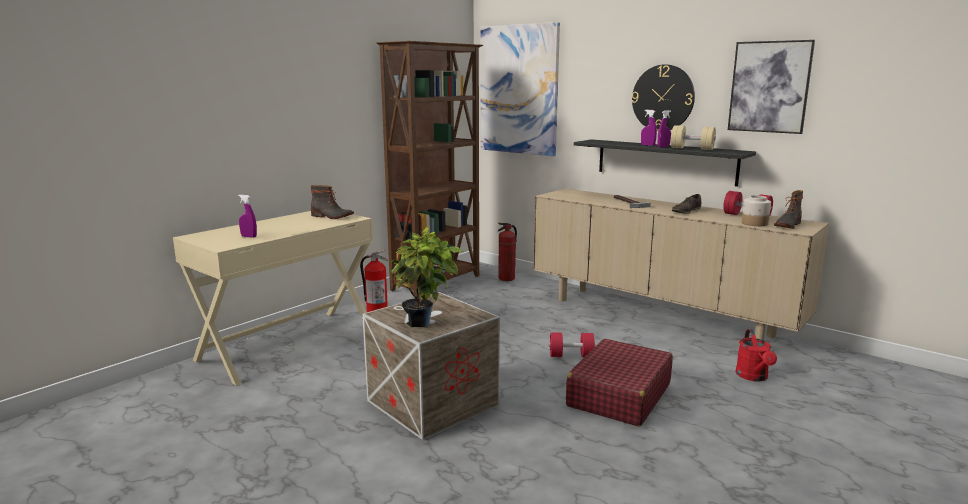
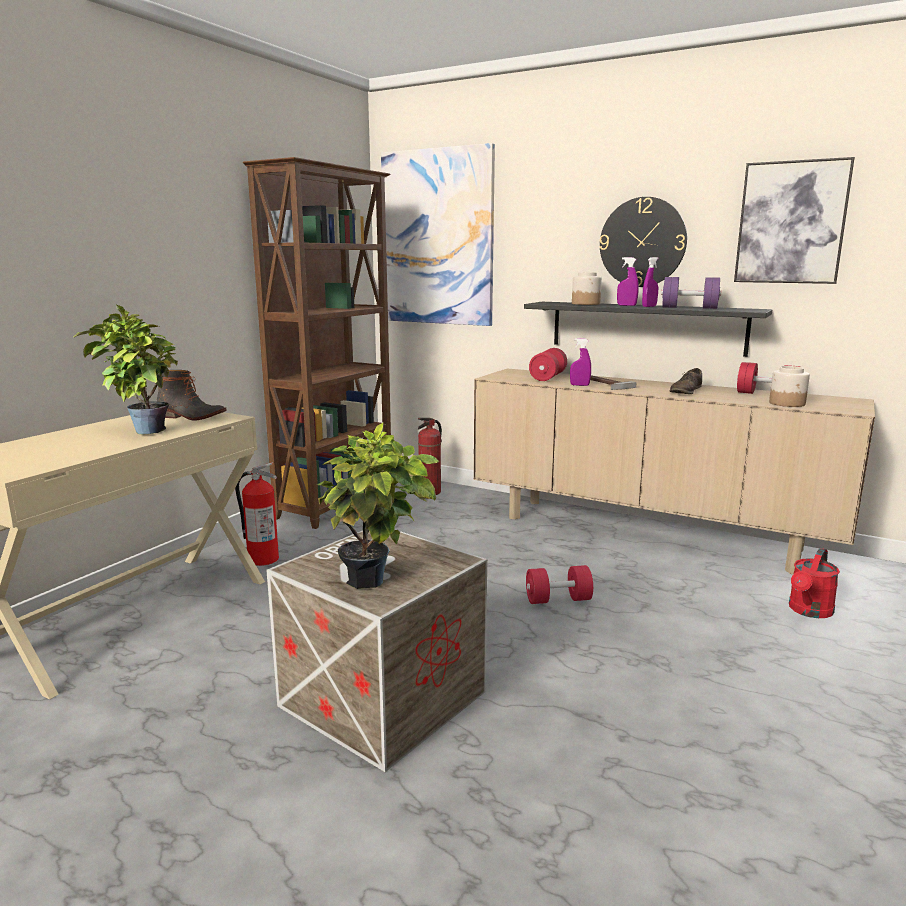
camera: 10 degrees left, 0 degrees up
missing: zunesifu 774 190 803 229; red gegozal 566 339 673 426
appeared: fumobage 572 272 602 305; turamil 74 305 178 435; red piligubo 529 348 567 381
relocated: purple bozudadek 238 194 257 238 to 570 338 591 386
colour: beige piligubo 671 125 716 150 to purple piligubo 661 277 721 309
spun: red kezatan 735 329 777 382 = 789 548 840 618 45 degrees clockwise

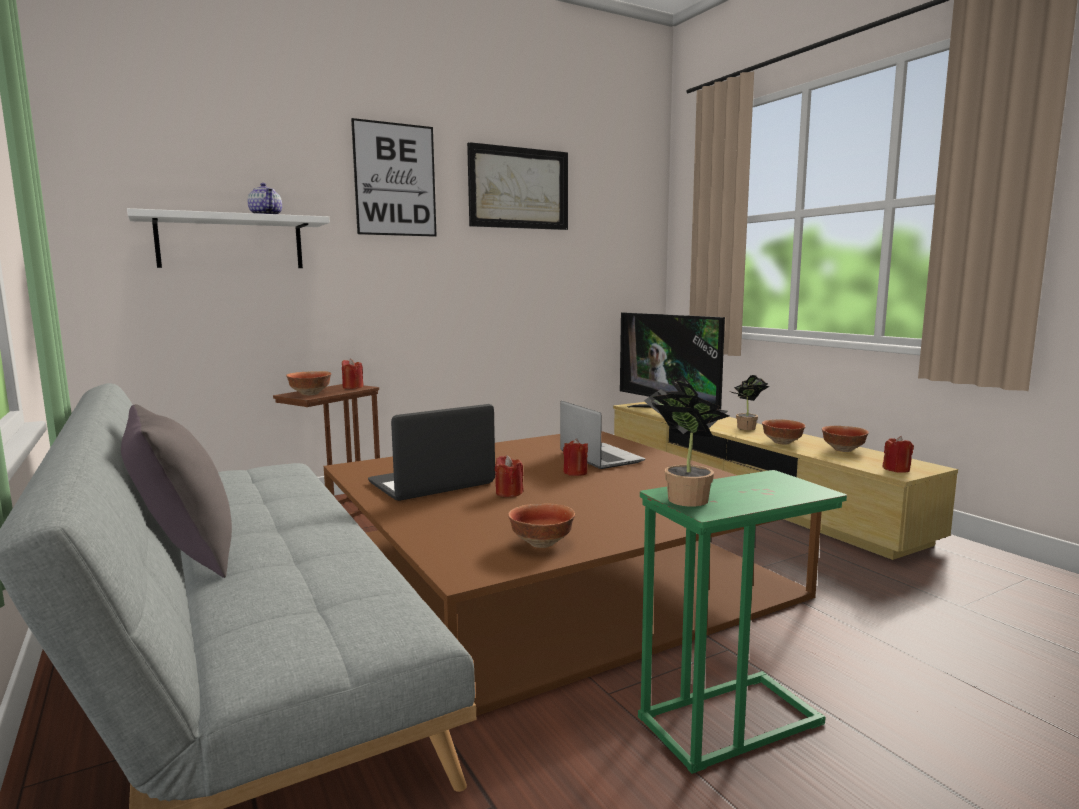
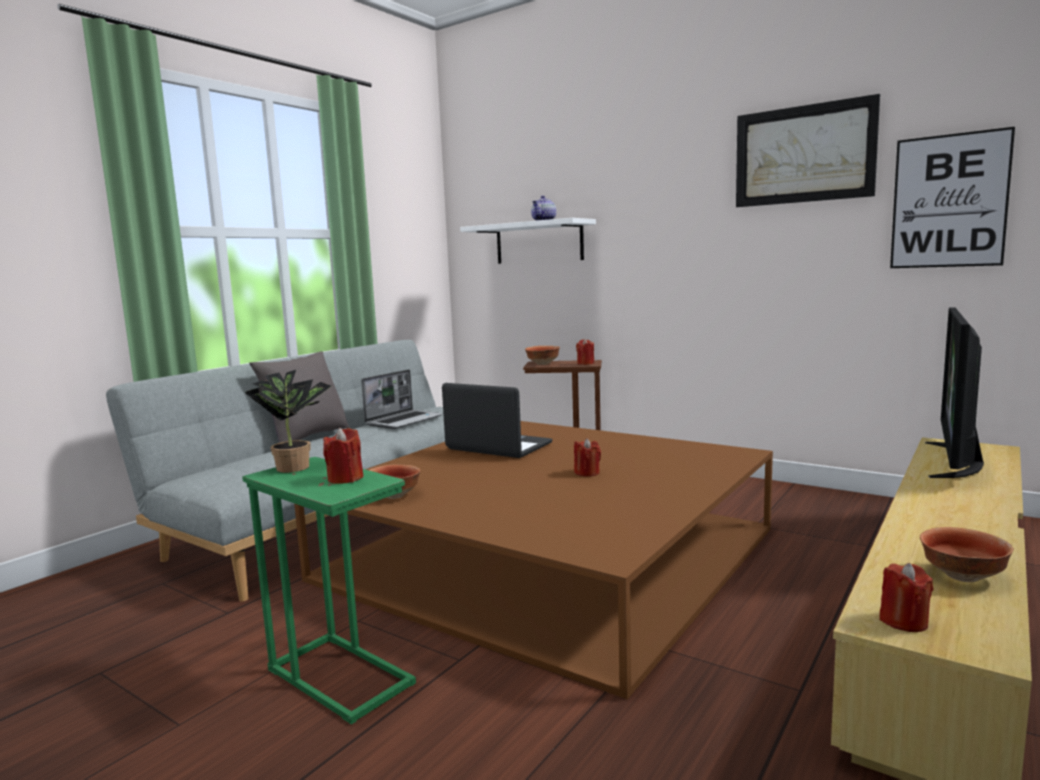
camera: 65 degrees right, 0 degrees up
missing: turamil 729 375 769 430; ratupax 762 419 806 445
relocated: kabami 351 118 436 237 to 890 127 1015 268; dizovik 560 401 645 469 to 361 369 443 429; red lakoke 495 455 523 497 to 323 428 363 484

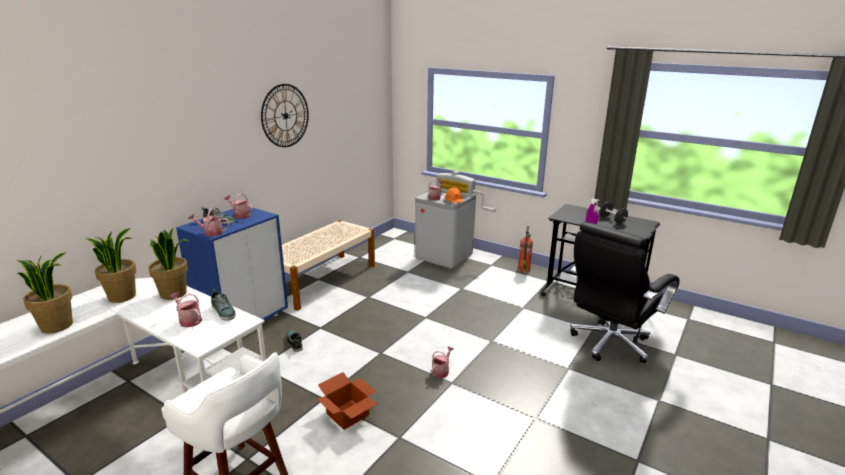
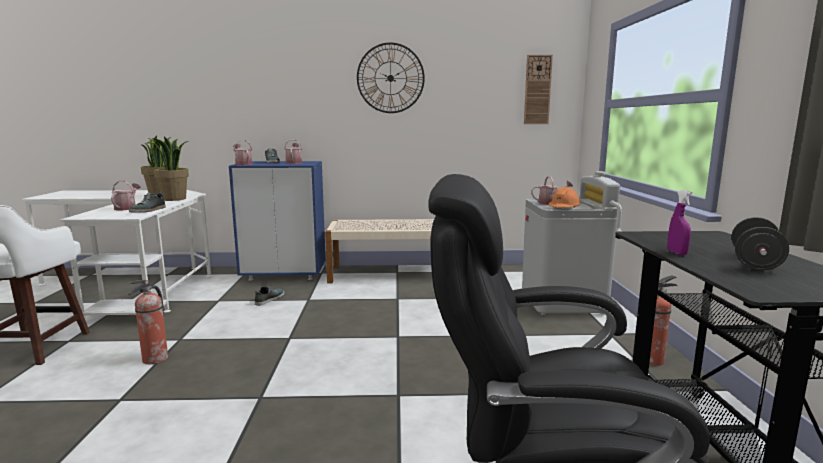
camera: 55 degrees right, 10 degrees down
missing: turamil 16 252 73 334; kezatan 431 346 454 378
appeared: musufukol 524 55 553 124
exchanged: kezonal 317 372 377 430 to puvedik 129 280 168 364

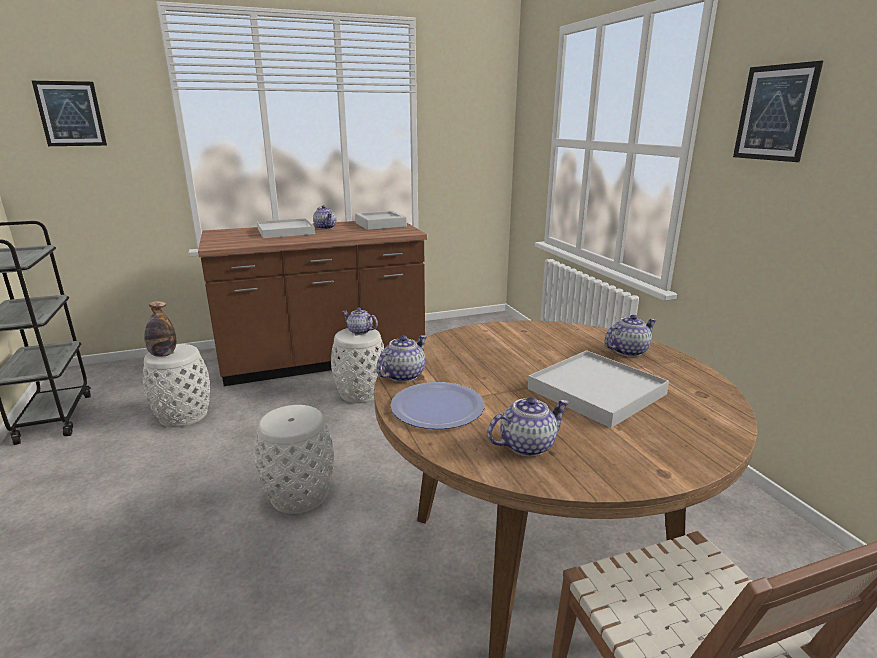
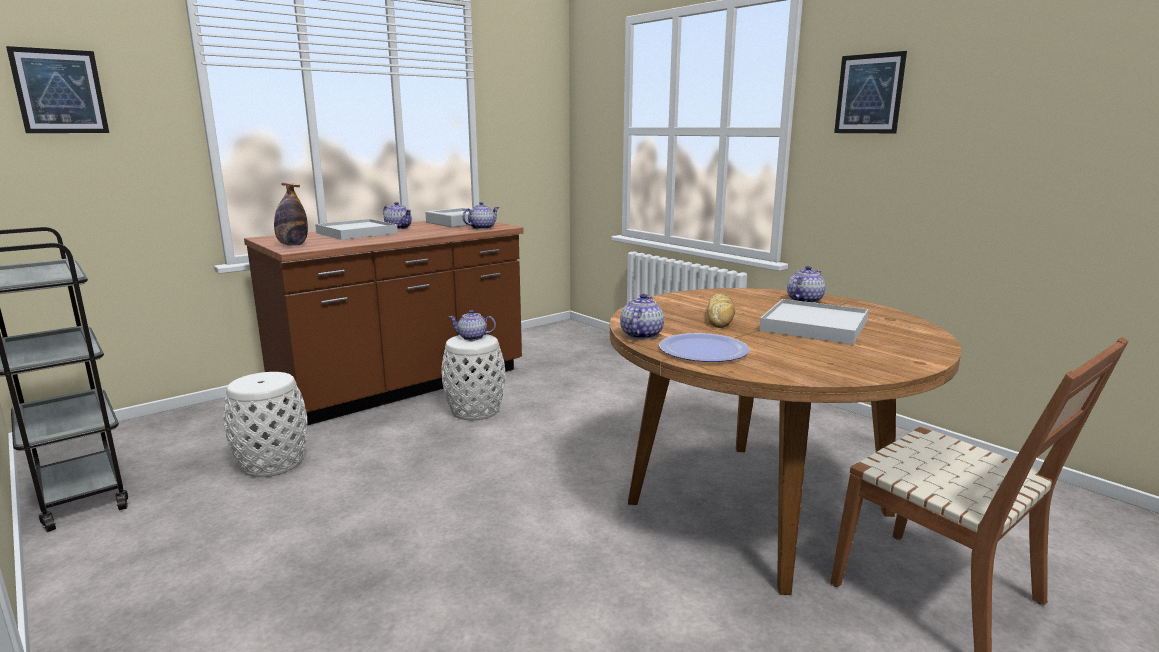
camera: 20 degrees left, 5 degrees down
missing: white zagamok 255 405 334 514
appeared: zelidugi 708 294 735 328
relocated: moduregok 144 301 176 357 to 274 183 308 246; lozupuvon 487 397 570 457 to 463 202 500 230

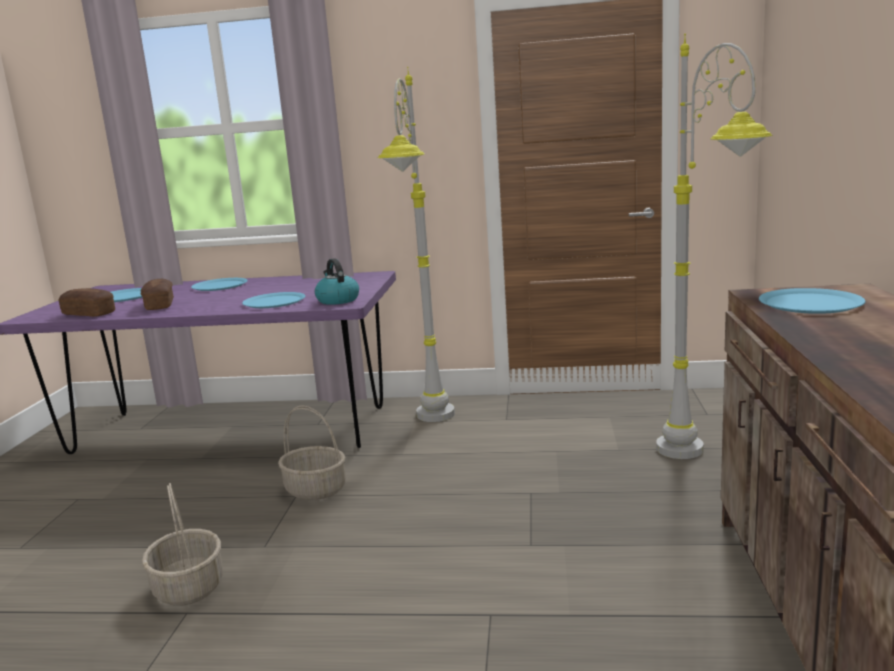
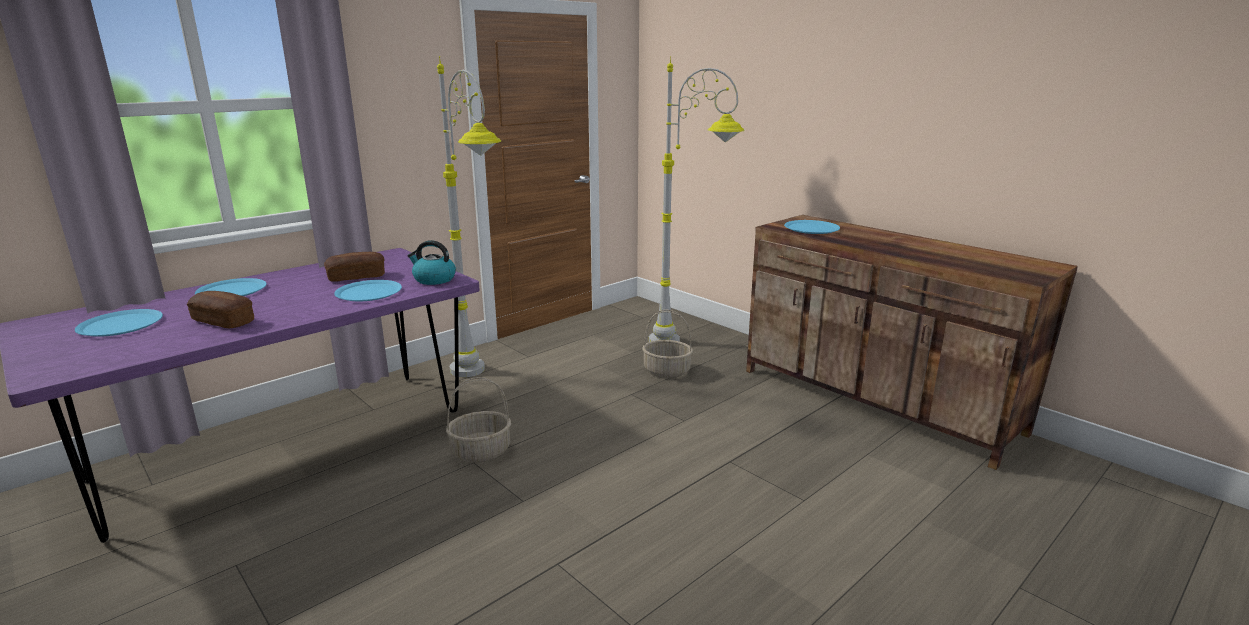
camera: 50 degrees left, 5 degrees up
relocated: zelidugi 58 288 115 317 to 324 252 385 282; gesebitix 142 483 223 606 to 642 310 693 378

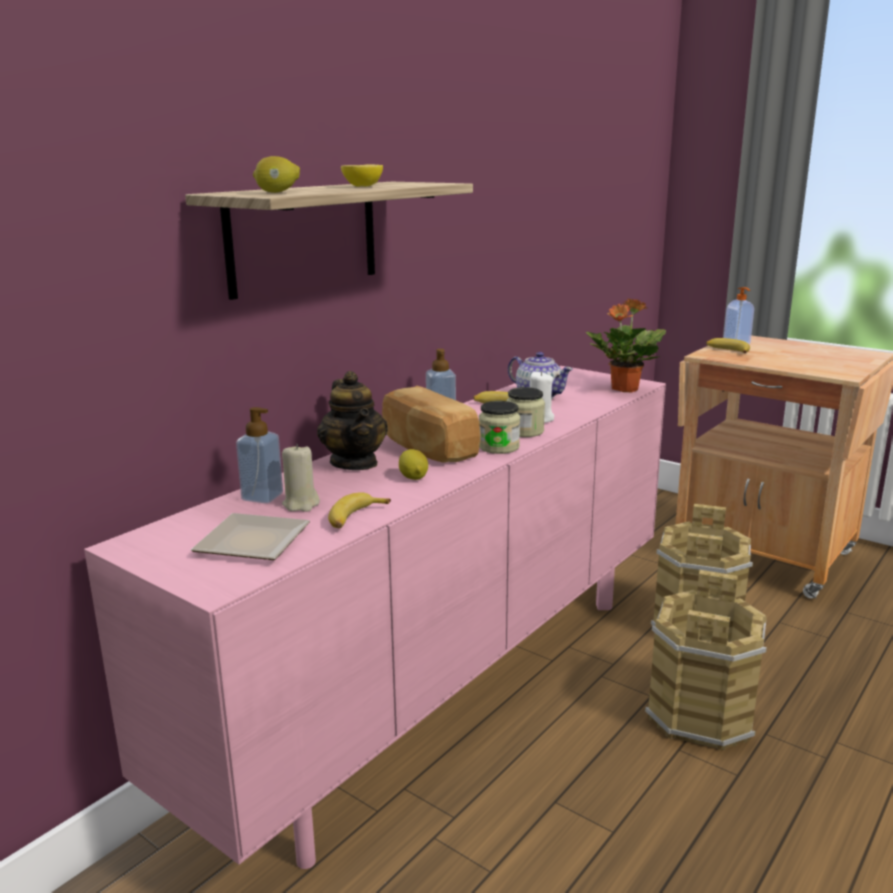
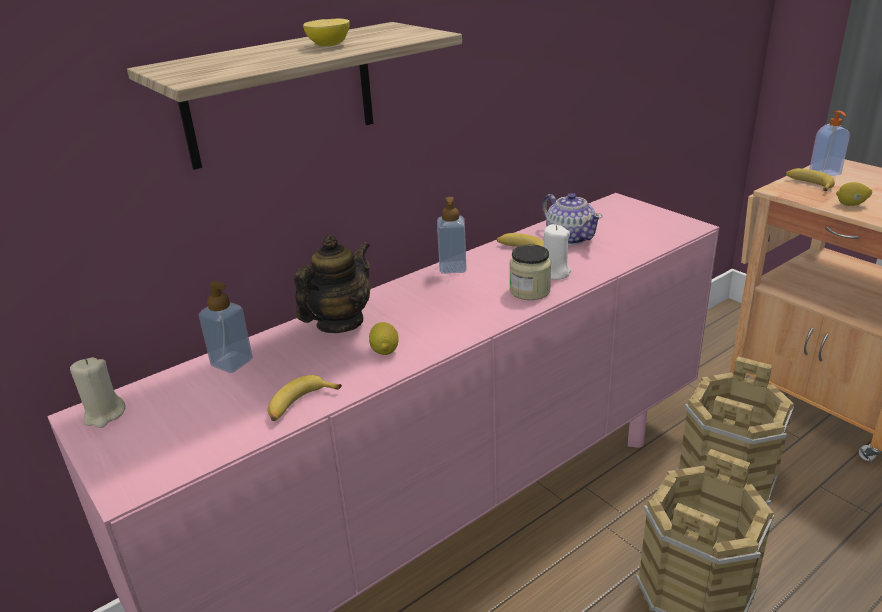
camera: 15 degrees right, 10 degrees up
missing: turamil 586 298 666 392; zelidugi 382 386 481 462; fumobage 479 401 520 454; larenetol 191 513 310 560
relocated: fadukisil 253 156 300 193 to 836 182 872 206; beige lakoke 282 444 320 512 to 70 357 125 428
spun: lozupuvon 317 371 388 470 = 294 235 370 333 135 degrees counterclockwise

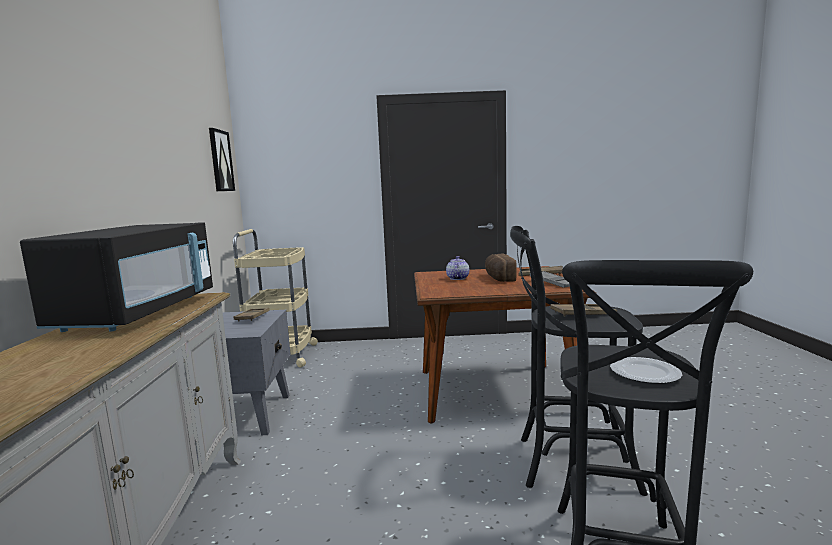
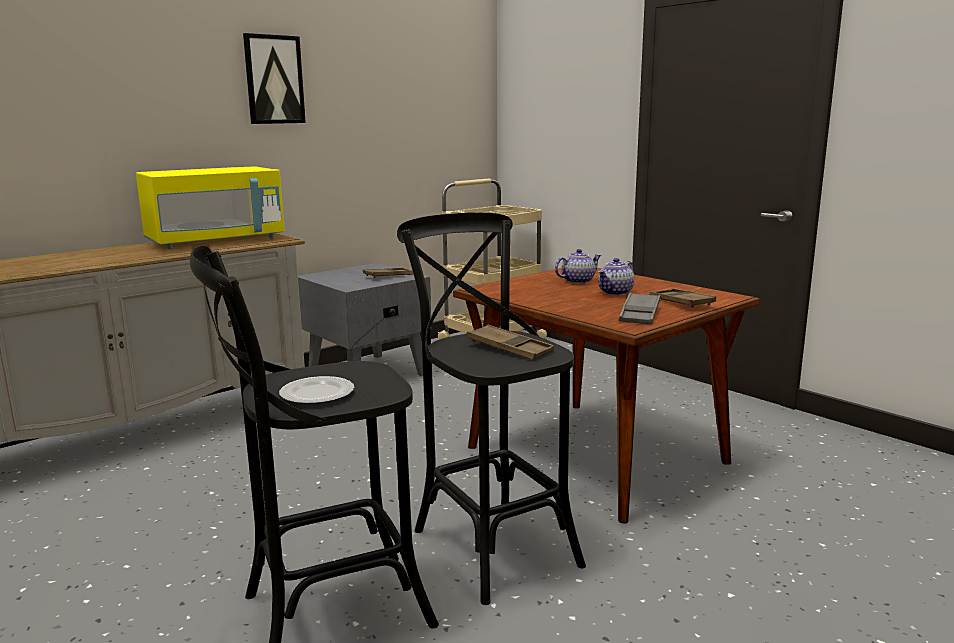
camera: 50 degrees right, 5 degrees up
relocated: kabami 209 128 235 191 to 243 33 306 124
exchanged: zelidugi 485 254 517 282 to lozupuvon 598 258 634 295
colour: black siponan 20 222 213 332 to yellow siponan 136 166 285 248

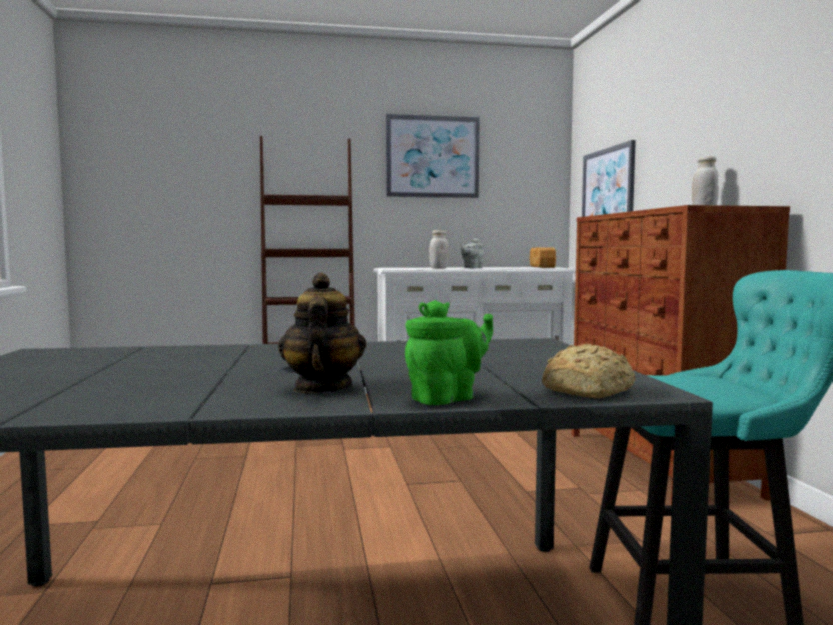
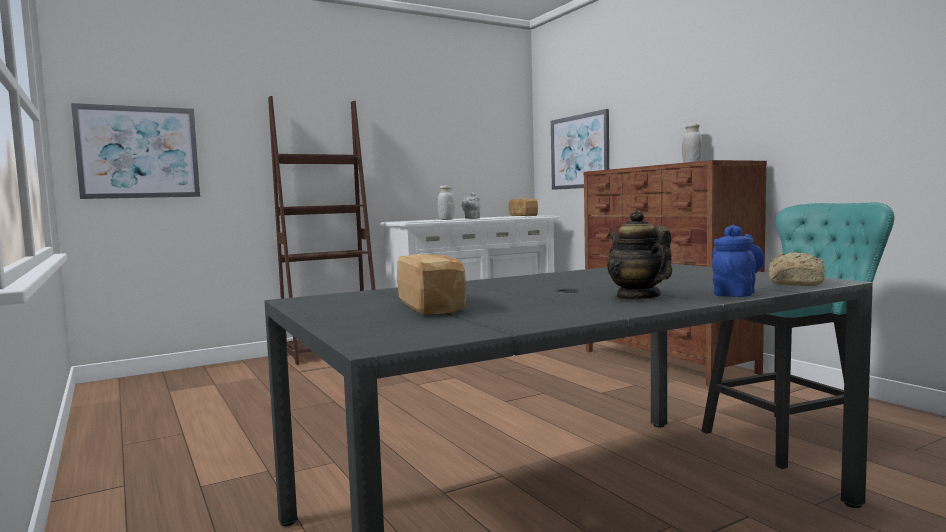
camera: 20 degrees left, 0 degrees up
appeared: zelidugi 397 254 466 315
relocated: kabami 386 114 480 198 to 71 103 200 199
colour: green lozupuvon 405 300 493 405 to blue lozupuvon 712 225 764 297

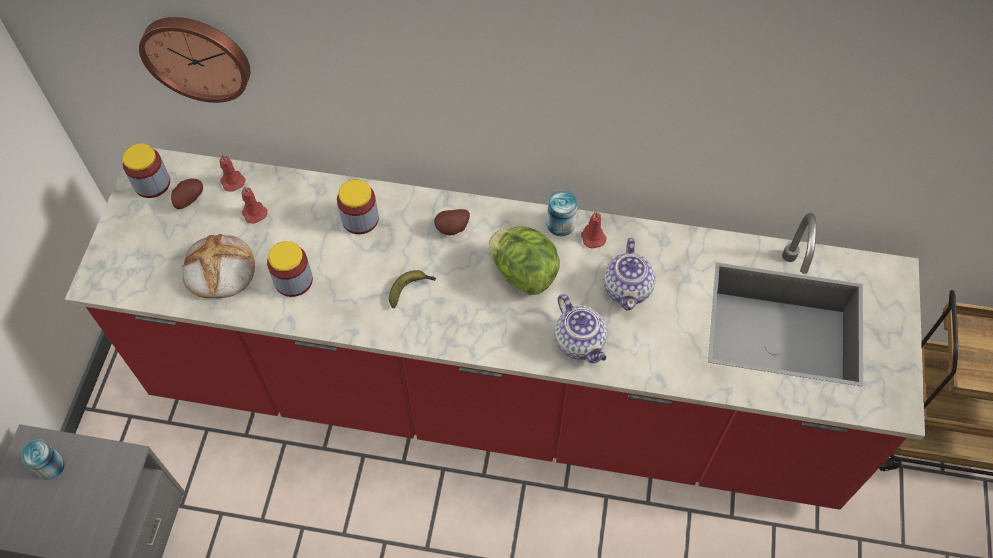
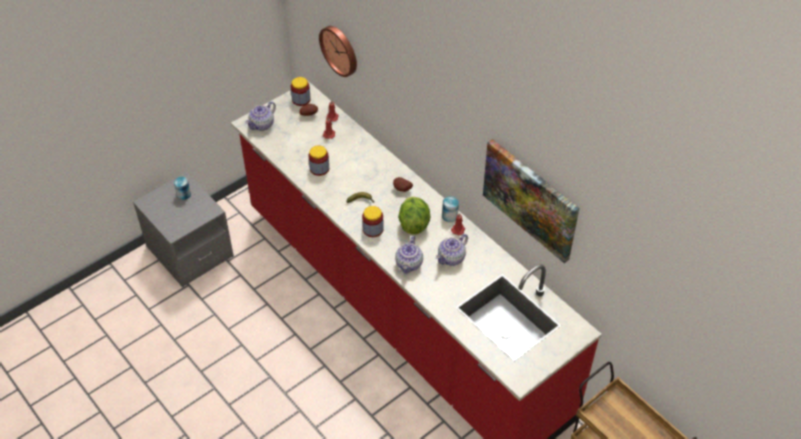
camera: 40 degrees right, 10 degrees down
missing: zelidugi 182 234 255 298
appeared: lozupuvon 245 102 276 131; kabami 483 139 579 263
relocated: fumobage 337 179 379 234 to 362 206 384 237

